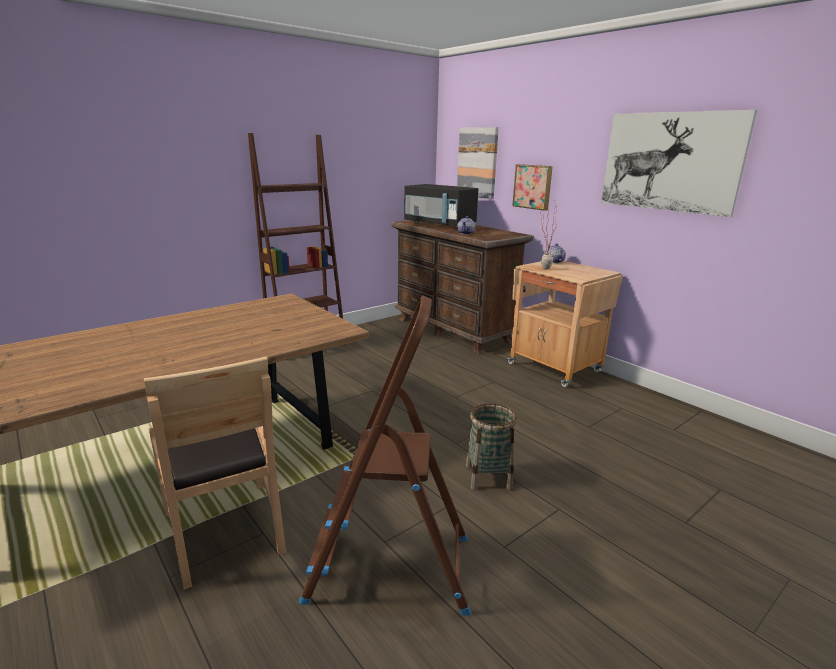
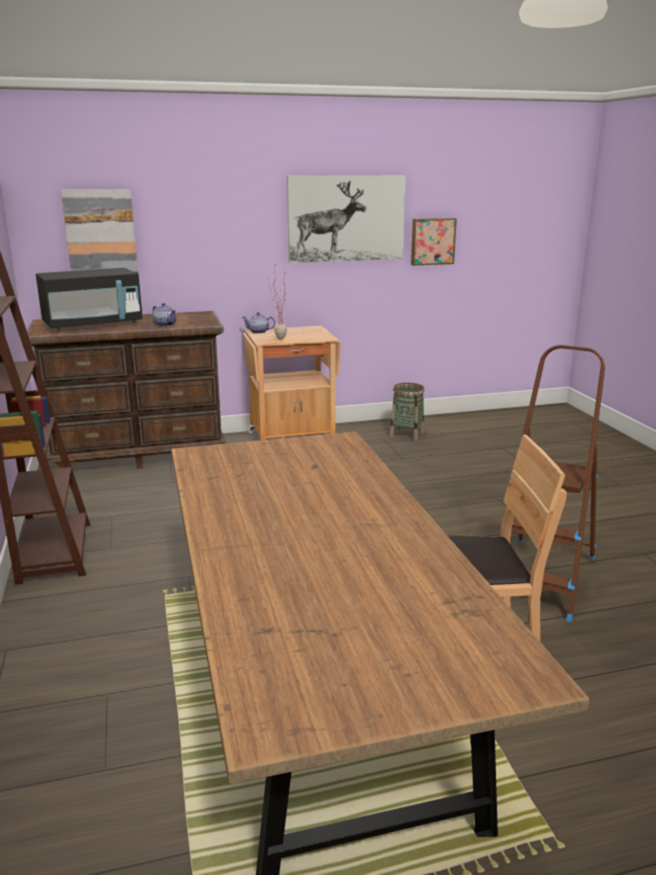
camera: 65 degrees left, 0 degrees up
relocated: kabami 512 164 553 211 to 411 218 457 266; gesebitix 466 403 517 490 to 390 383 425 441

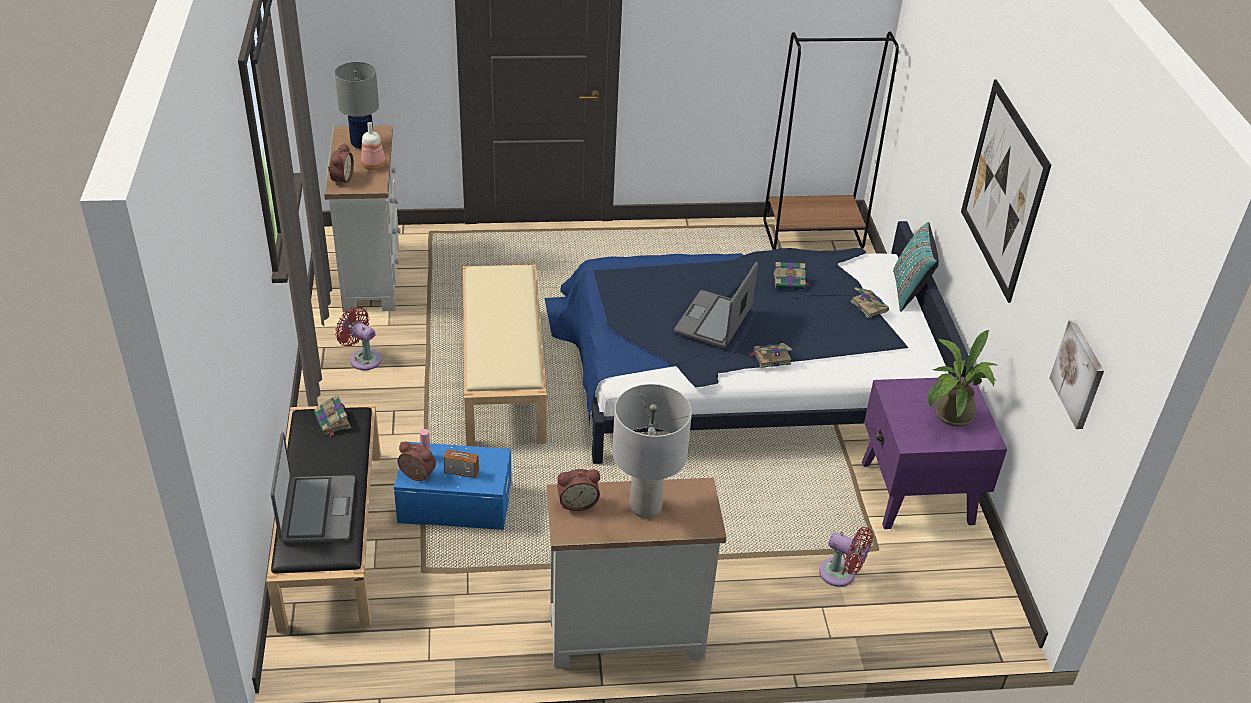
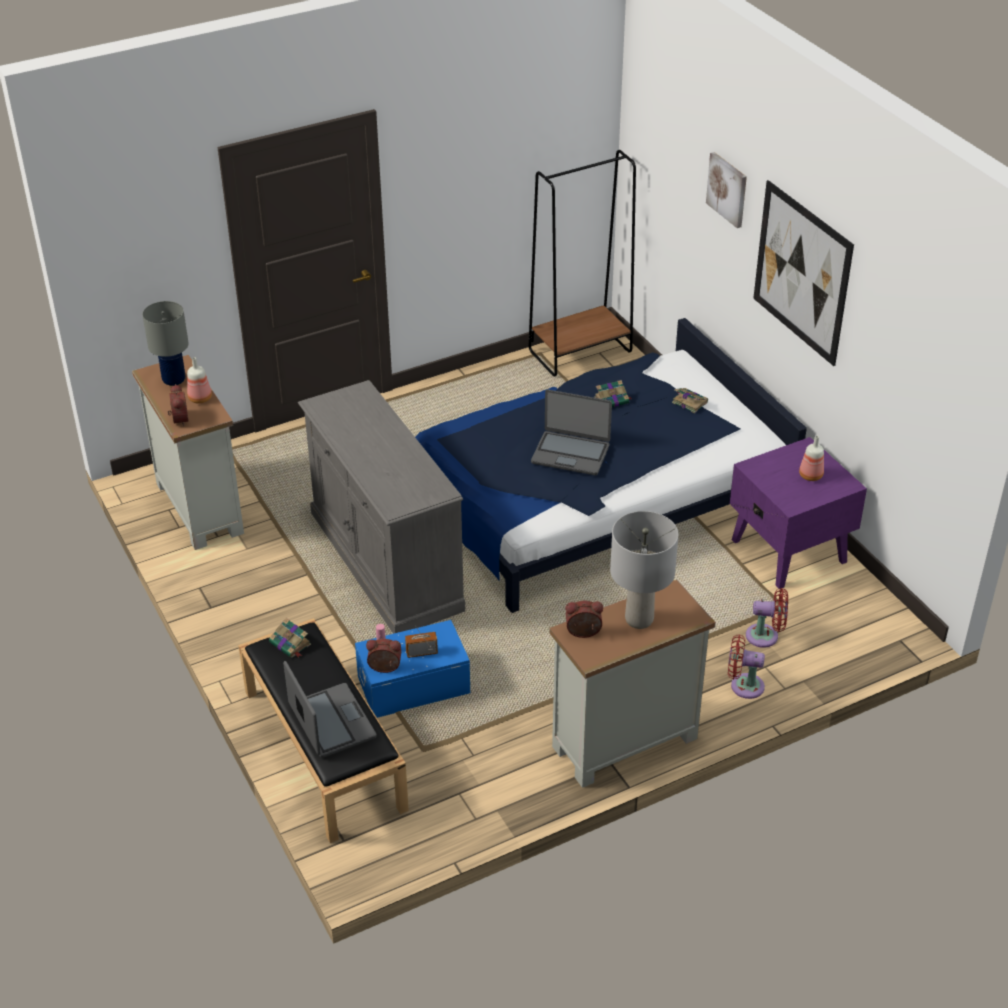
camera: 20 degrees left, 0 degrees up
missing: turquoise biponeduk 893 222 939 312; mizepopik 749 343 793 368
relocated: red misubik 335 306 382 370 to 728 634 765 699; kabami 1049 320 1104 429 to 706 152 747 228
exchanged: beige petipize 463 265 547 446 to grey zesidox 298 380 465 634; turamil 928 330 999 426 to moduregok 799 436 824 481
spun: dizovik 674 262 758 348 = 531 389 612 475 75 degrees counterclockwise; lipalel 557 469 600 511 = 566 601 603 638 150 degrees counterclockwise

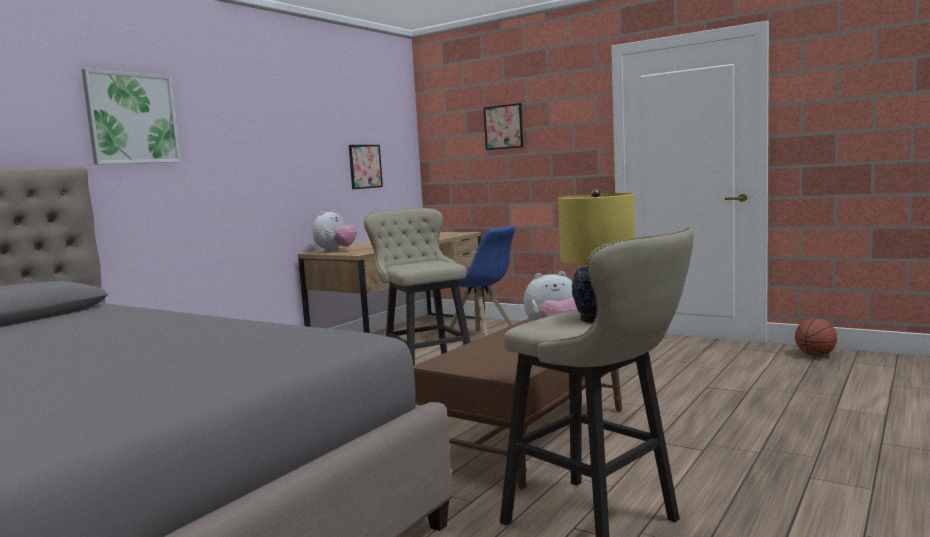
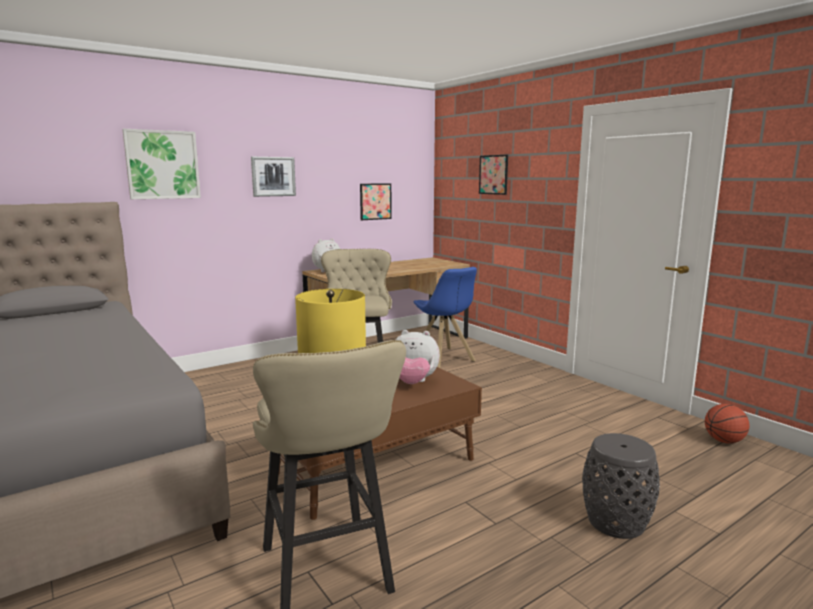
camera: 20 degrees right, 5 degrees up
appeared: kabami 251 157 296 197; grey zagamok 582 433 660 539

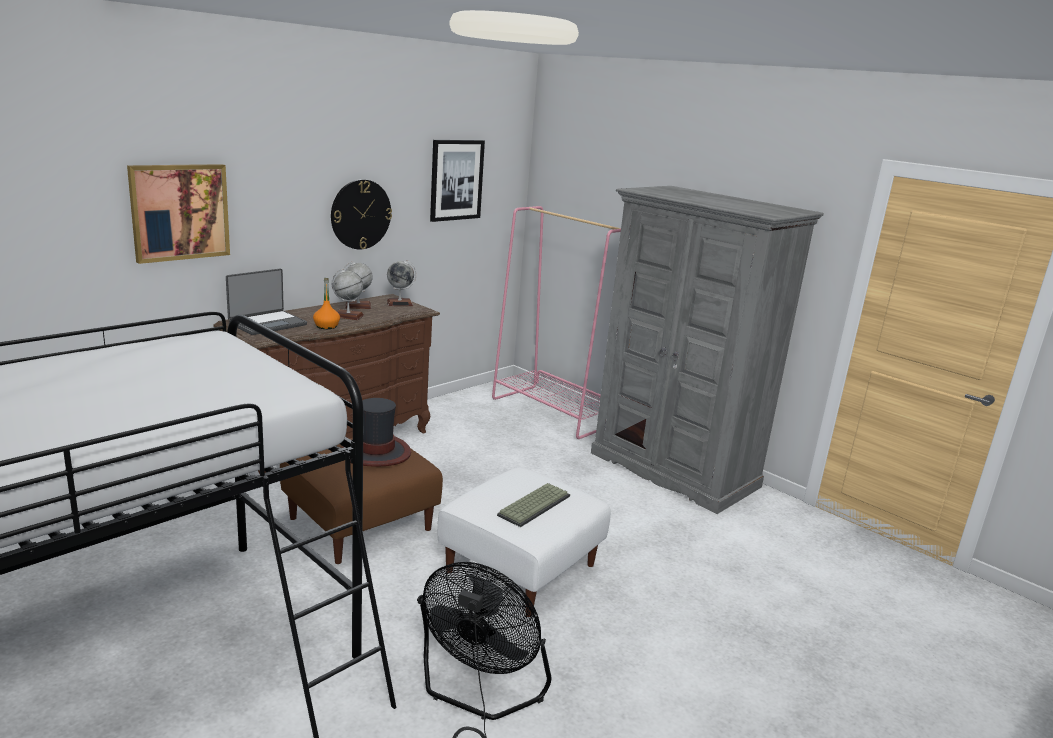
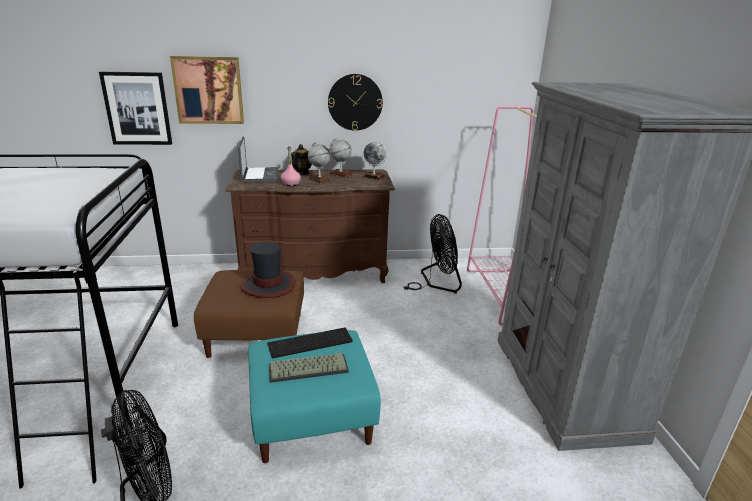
camera: 40 degrees right, 5 degrees up
appeared: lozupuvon 291 144 312 175; black misubik 403 214 462 293; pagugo 267 328 353 358
relocated: kabami 430 140 485 222 to 99 72 172 145
colour: orange moduregok 313 278 340 329 to pink moduregok 281 146 301 186; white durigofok 438 467 611 617 to turquoise durigofok 248 330 381 463
spun: dizovik 226 269 307 335 = 238 137 279 183 90 degrees counterclockwise

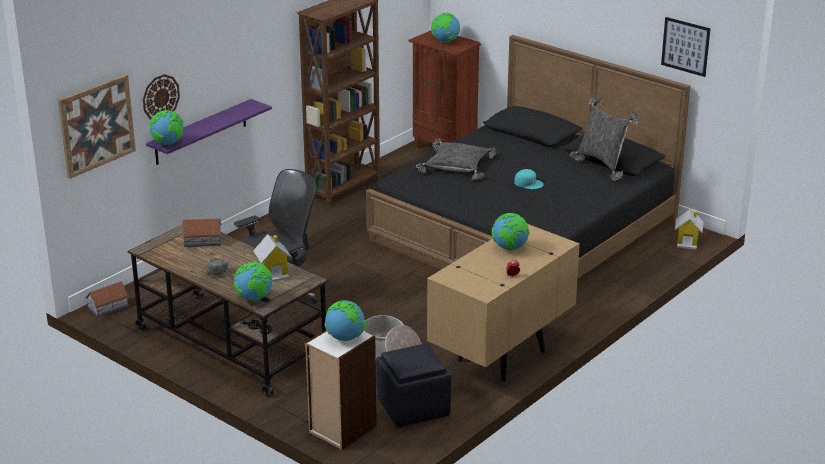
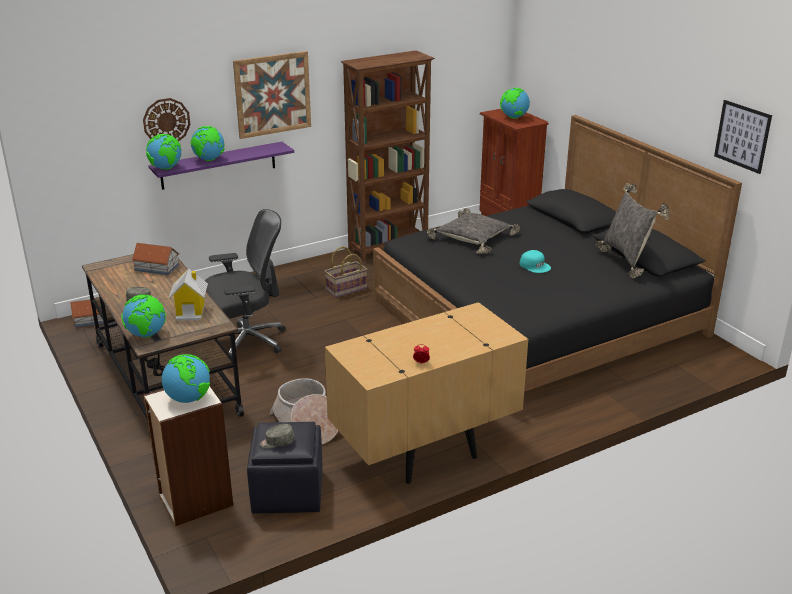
camera: 20 degrees right, 0 degrees up
missing: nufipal 675 209 704 249
appeared: gesebitix 324 247 367 298; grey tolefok 260 424 295 449
relocated: kabami 58 75 136 179 to 233 51 311 139; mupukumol 492 213 530 251 to 191 126 225 161

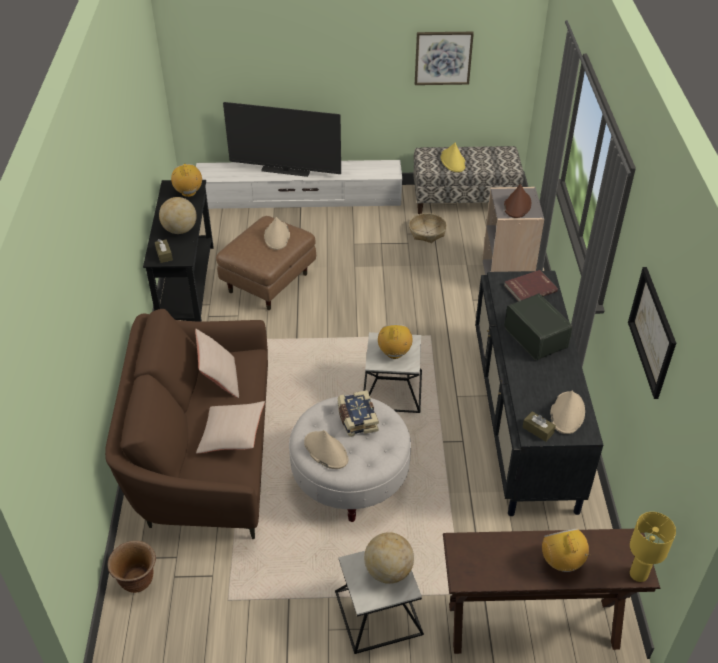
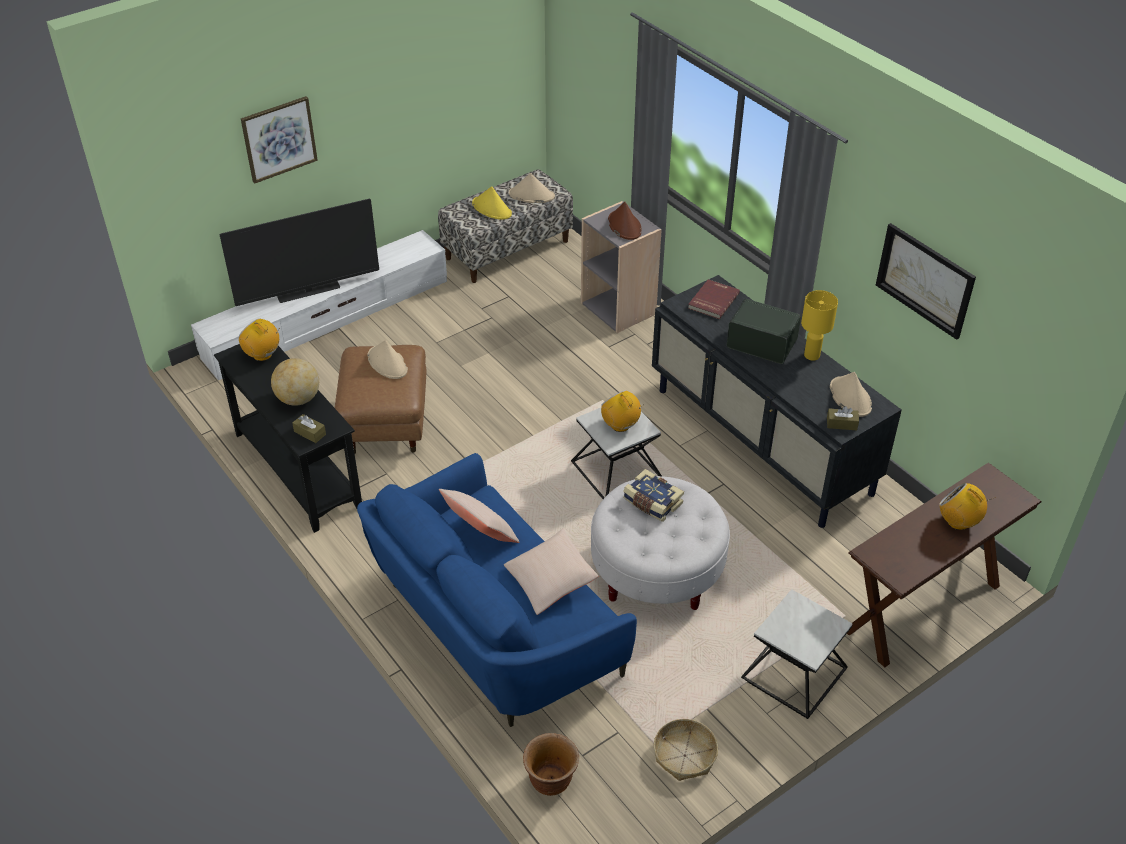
camera: 35 degrees left, 0 degrees up
missing: mupukumol 364 532 414 584
relocated: kabami 415 32 474 85 to 241 96 318 184; gesebitix 409 213 447 243 to 654 719 718 781; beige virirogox 304 430 348 469 to 509 173 555 203; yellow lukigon 630 512 676 582 to 801 290 838 361
colour: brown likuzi 105 309 268 539 to blue likuzi 357 453 637 727

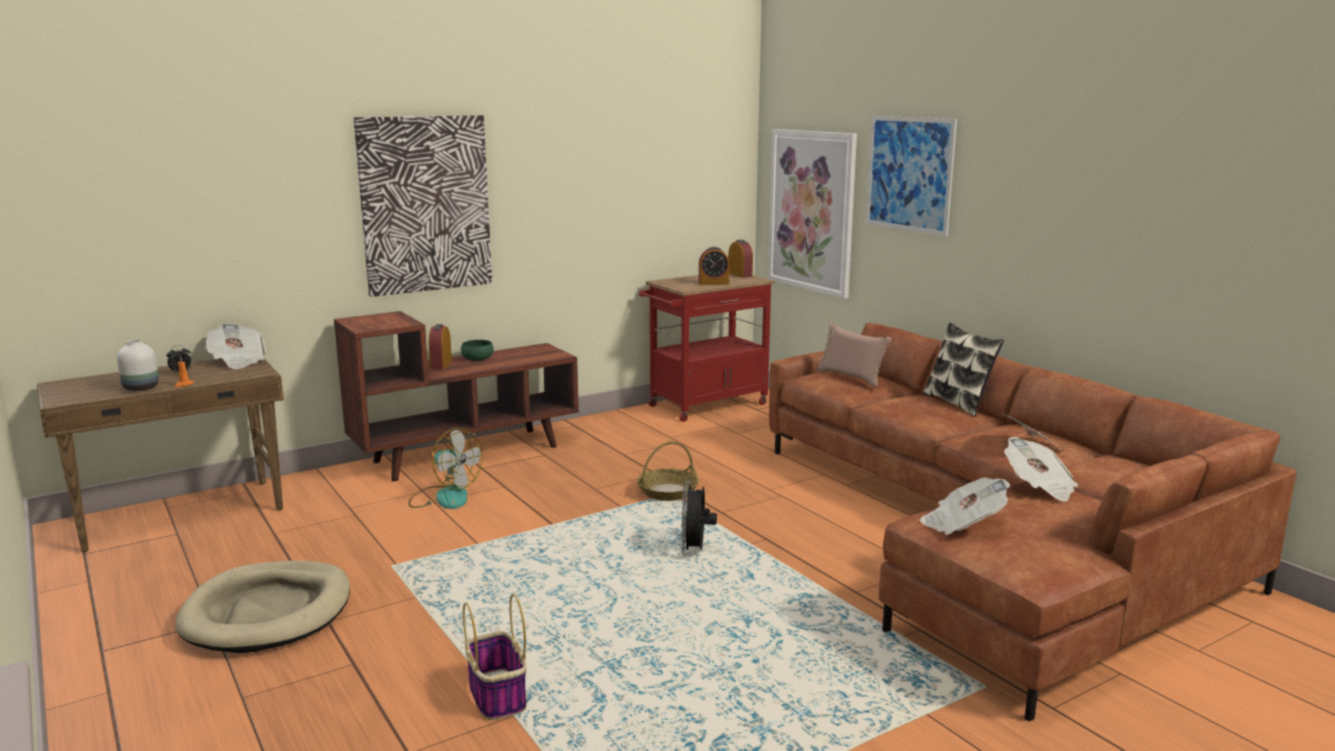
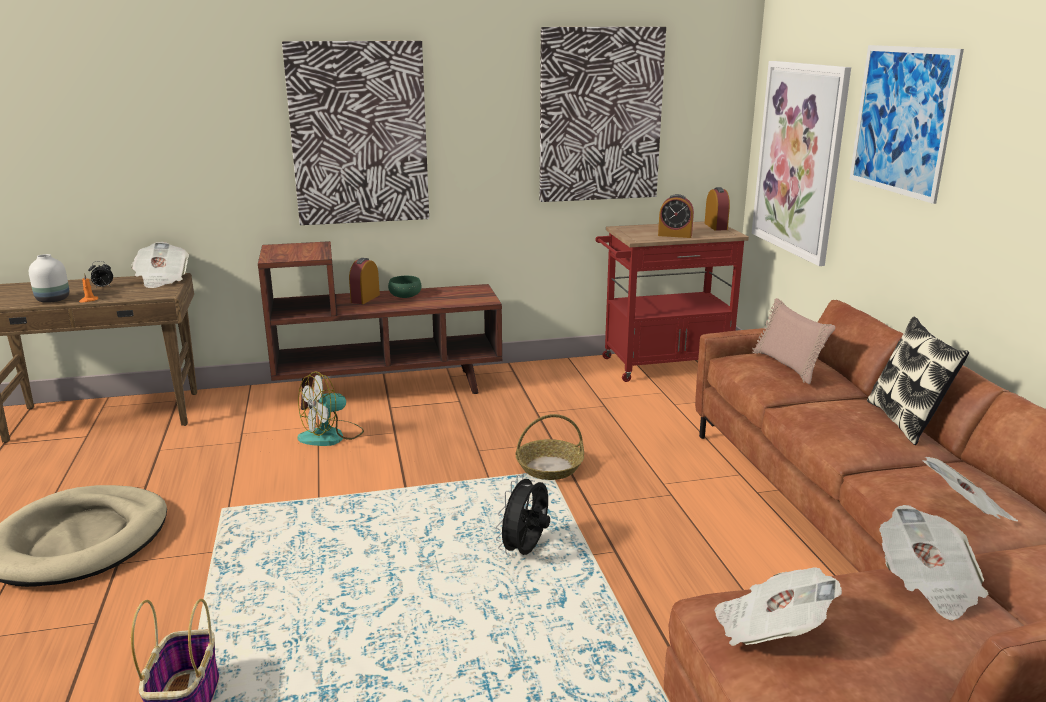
camera: 20 degrees right, 5 degrees up
appeared: kabami 540 27 666 202
spun: misubik 409 428 483 509 = 297 371 364 446 90 degrees clockwise

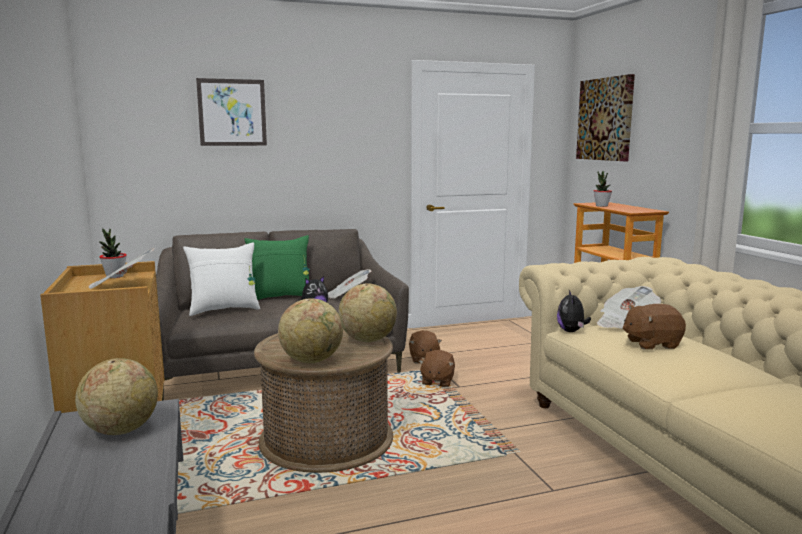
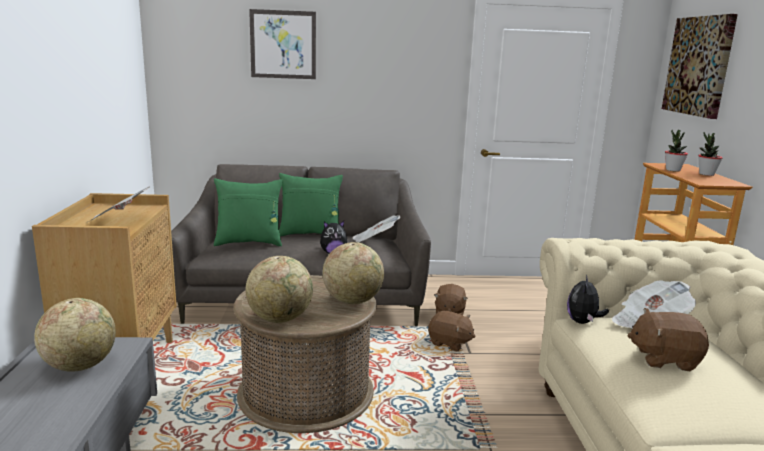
camera: 15 degrees right, 5 degrees up
relocated: turamil 99 228 127 278 to 698 132 723 176
colour: white biponeduk 183 242 260 316 to green biponeduk 213 178 282 246
spun: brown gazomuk 419 350 455 388 = 428 311 476 351 90 degrees counterclockwise

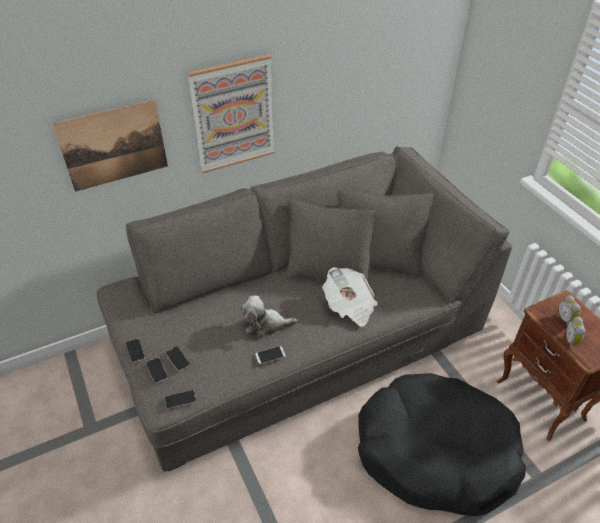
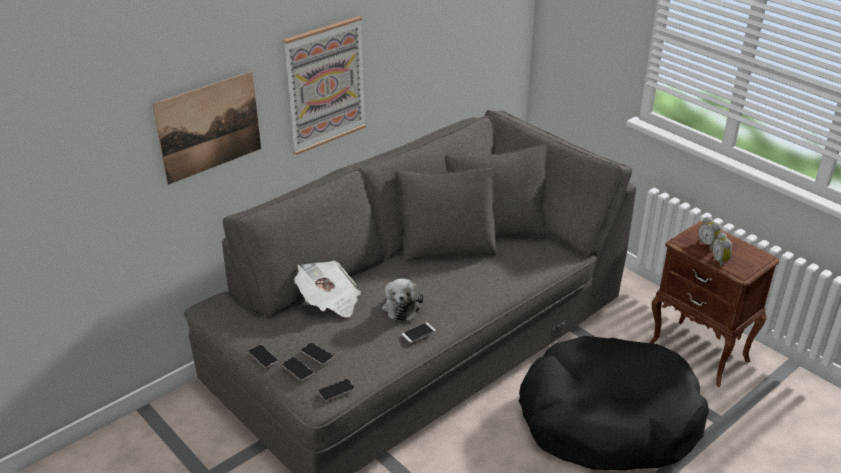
camera: 15 degrees left, 10 degrees down
relocated: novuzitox 323 267 378 327 to 294 261 361 318
spun: gazomuk 240 295 297 338 = 382 278 423 321 75 degrees counterclockwise

